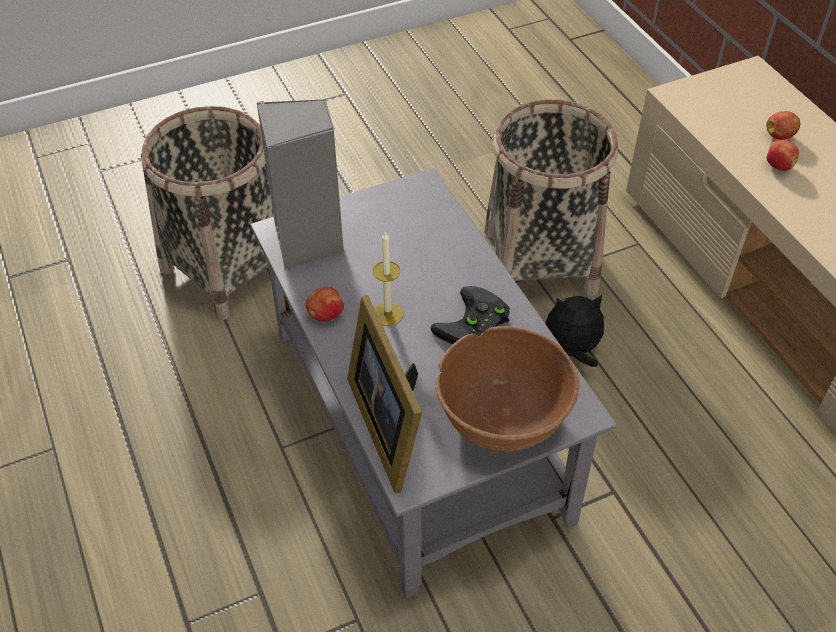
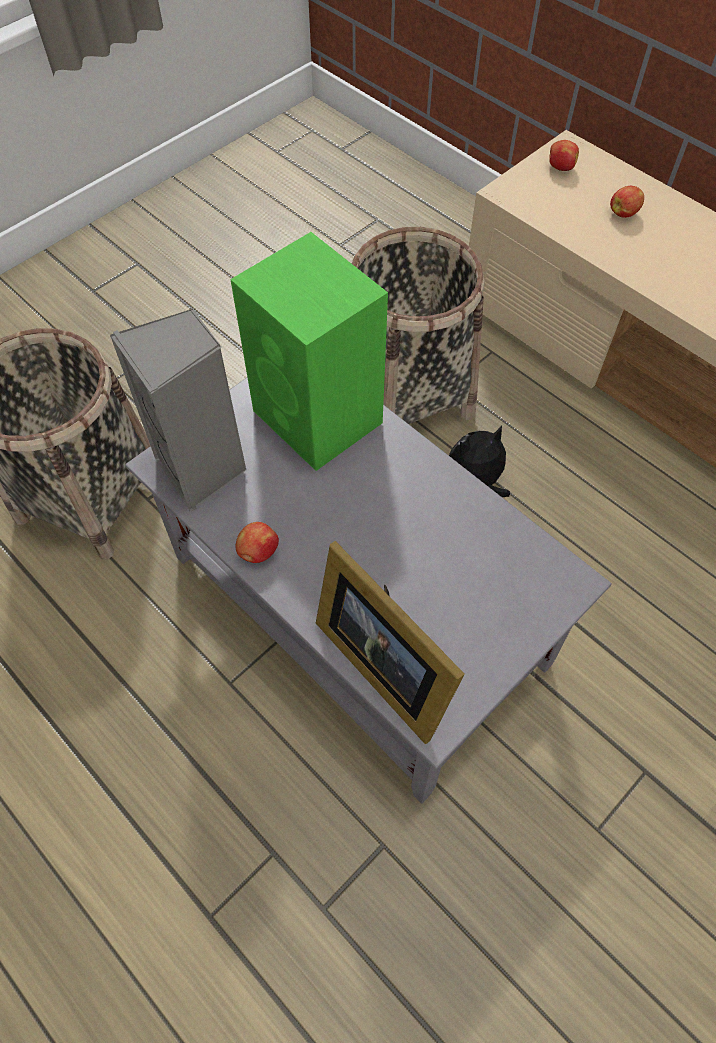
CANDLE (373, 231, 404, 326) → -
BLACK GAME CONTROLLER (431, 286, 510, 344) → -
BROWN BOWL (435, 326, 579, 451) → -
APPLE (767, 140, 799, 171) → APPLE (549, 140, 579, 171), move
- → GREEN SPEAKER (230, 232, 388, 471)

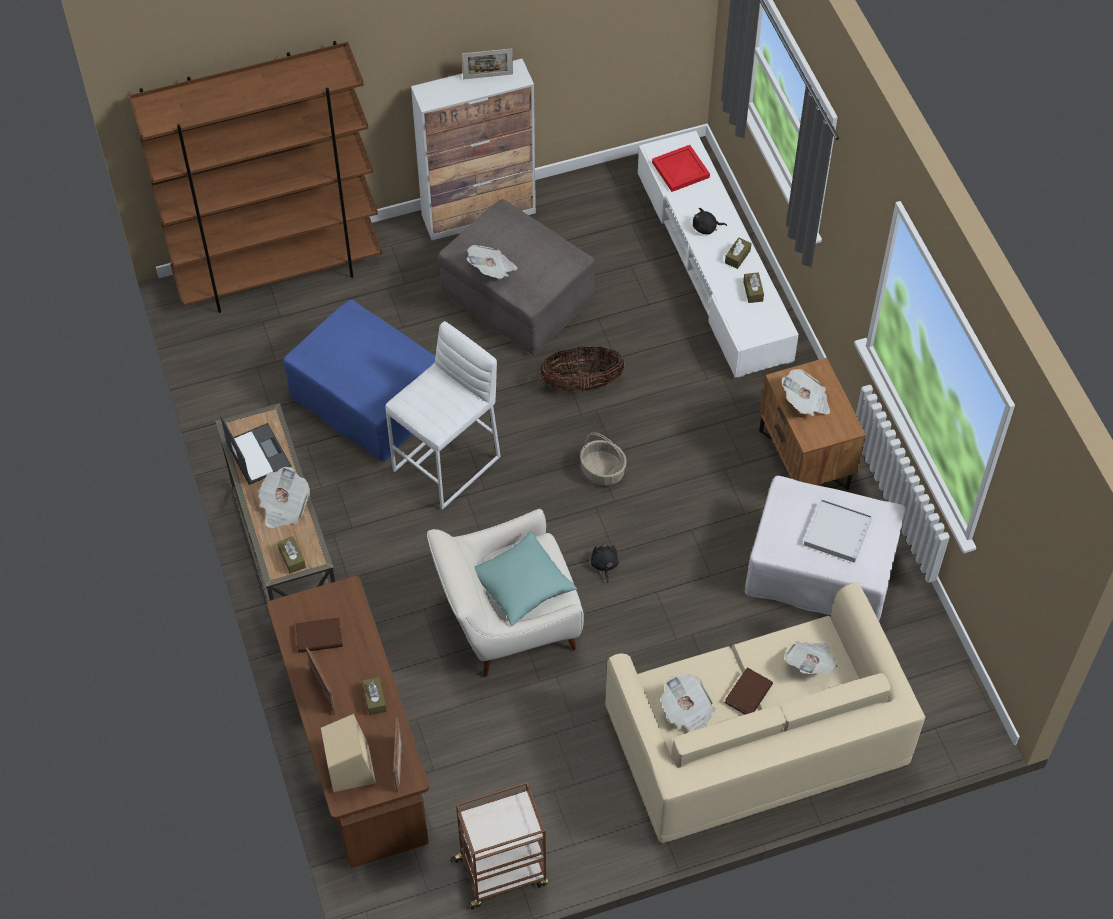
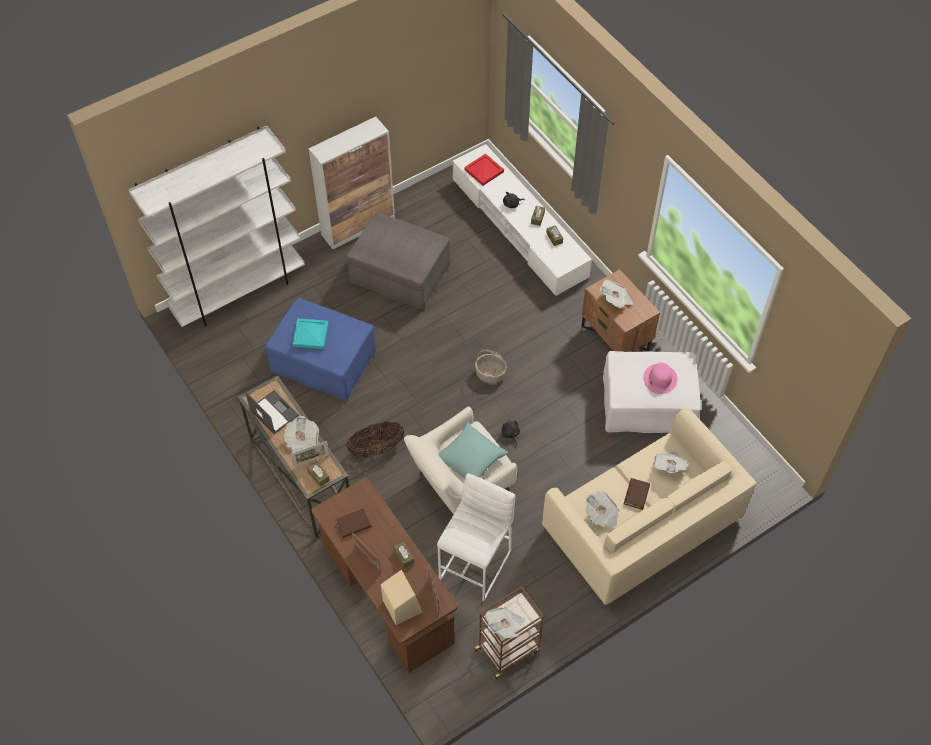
BROWN BOOKCASE (129, 41, 382, 313) → WHITE BOOKCASE (129, 125, 305, 327)
WHITE STOOL (385, 321, 501, 510) → WHITE STOOL (437, 473, 515, 601), move
PICTURE FRAME (462, 49, 513, 79) → PICTURE FRAME (291, 441, 329, 468), move
NEWSPAPER (466, 245, 518, 279) → NEWSPAPER (485, 607, 525, 638), move
BASKET (540, 346, 625, 391) → BASKET (346, 421, 405, 457), move
WHITE TRAY (804, 499, 872, 563) → PINK HAT (644, 363, 677, 394)
- → TURQUOISE TRAY (292, 318, 329, 349)

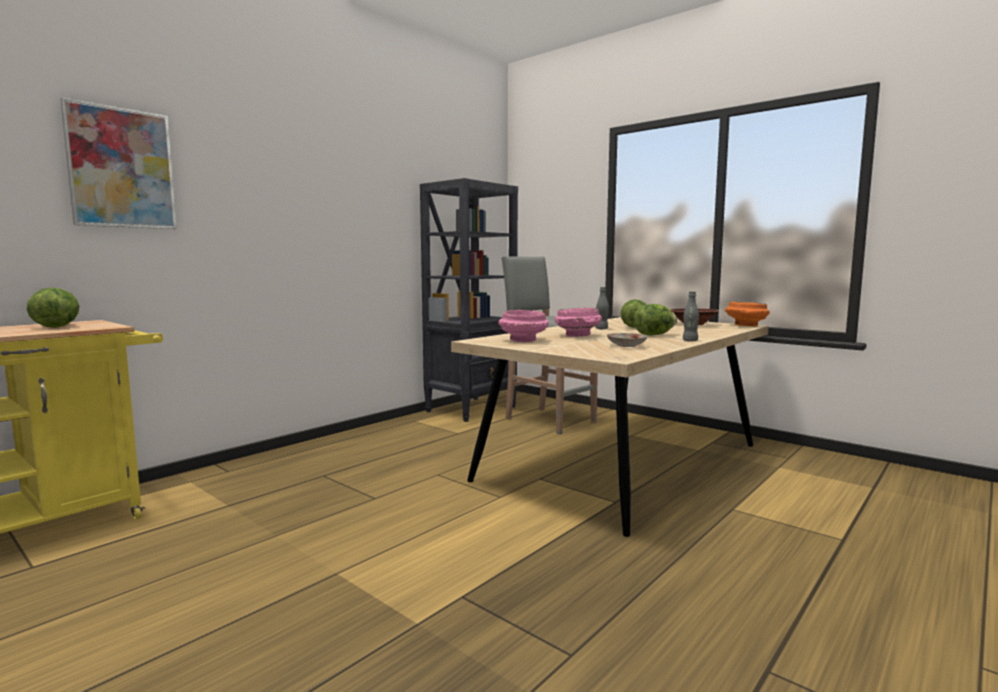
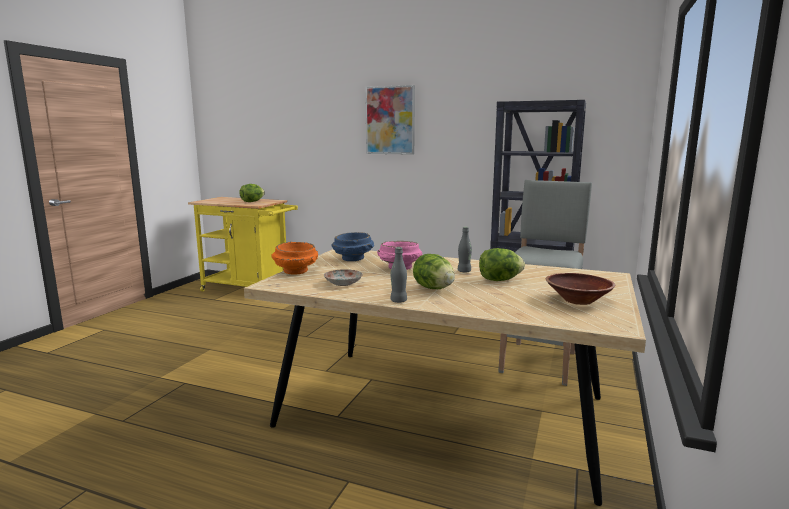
PICTURE (60, 98, 177, 229) → PICTURE (365, 85, 415, 155), move
PINK BOWL (498, 310, 549, 342) → BLUE BOWL (332, 232, 374, 261)
ORANGE BOWL (725, 301, 770, 326) → ORANGE BOWL (271, 242, 318, 274), move

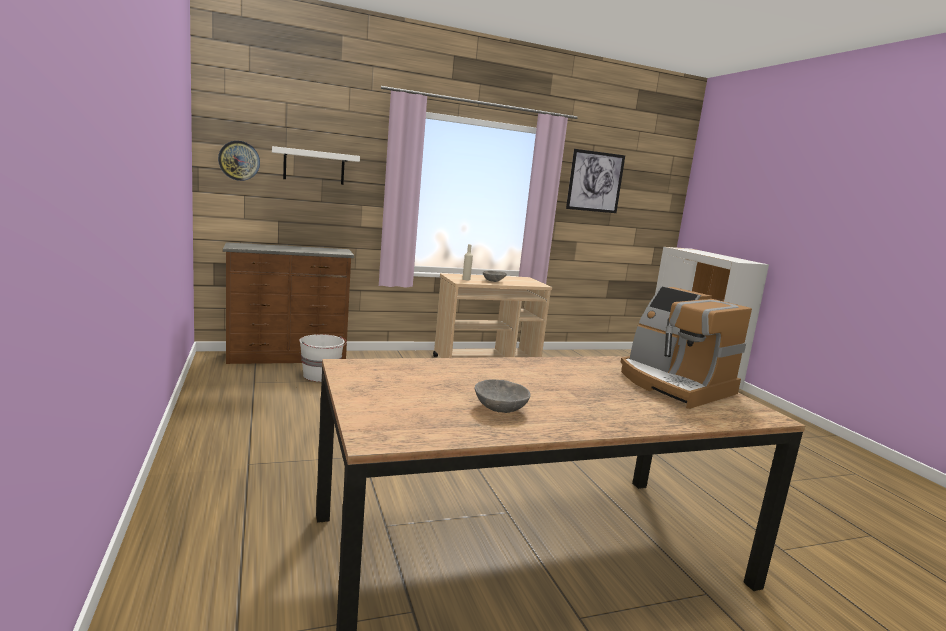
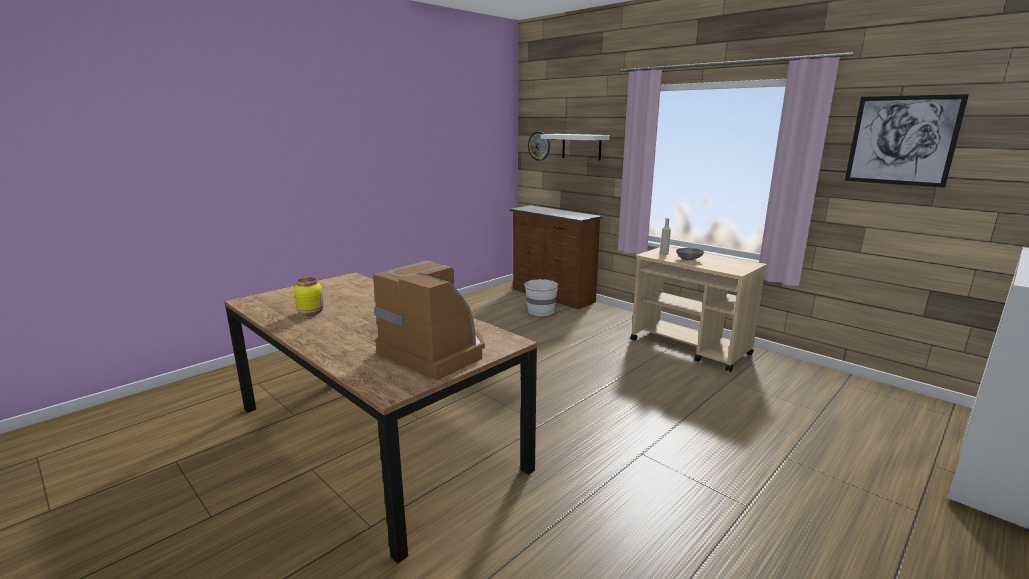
GREY BOWL (475, 379, 531, 413) → YELLOW JAR (294, 278, 324, 316)
COFFEE MACHINE (621, 286, 752, 409) → COFFEE MACHINE (373, 261, 485, 380), 105 degrees clockwise

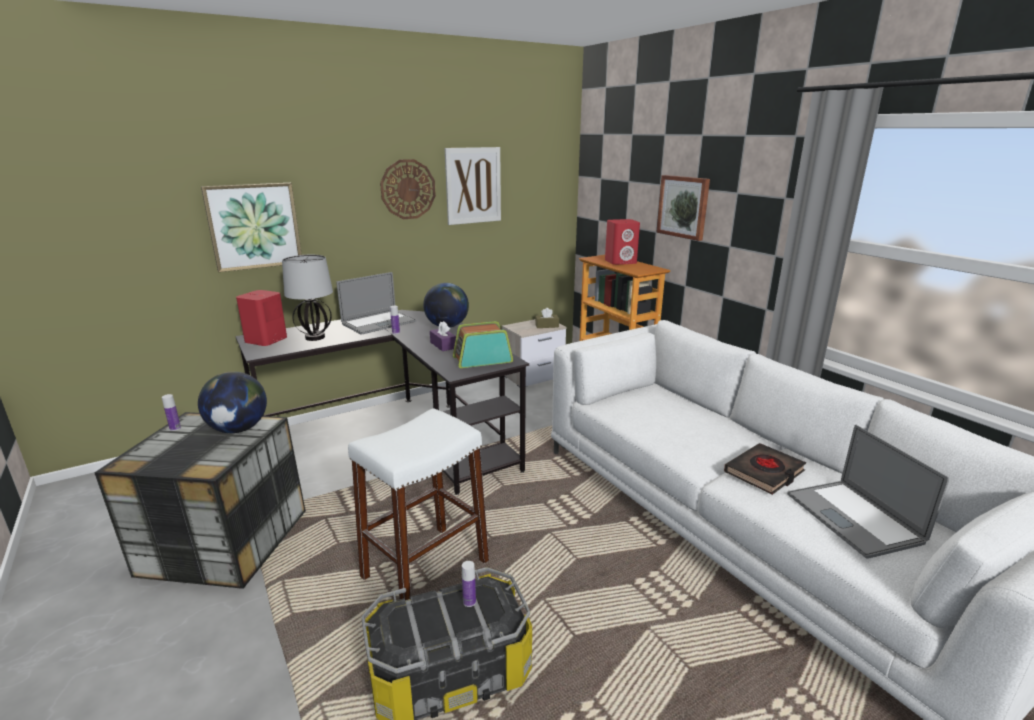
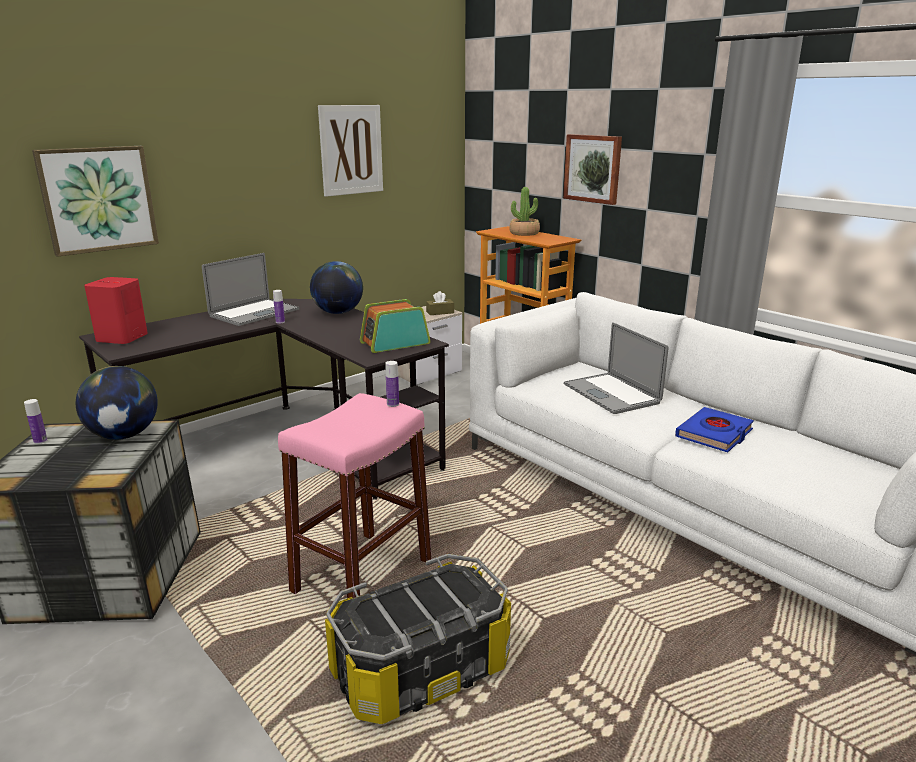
TABLE LAMP (282, 255, 333, 341) → -
WHITE STOOL (348, 408, 489, 600) → PINK STOOL (278, 393, 431, 598)
WALL CLOCK (380, 159, 436, 219) → -
PURPLE TISSUE BOX (430, 321, 456, 351) → -
BOTTLE (462, 561, 476, 607) → BOTTLE (386, 361, 399, 407), move
RED SPEAKER (605, 219, 640, 265) → POTTED PLANT (509, 187, 540, 236)
BLACK BOOK (724, 443, 806, 495) → BLUE BOOK (675, 407, 754, 452)
LAPTOP (787, 425, 949, 559) → LAPTOP (564, 322, 668, 414), move

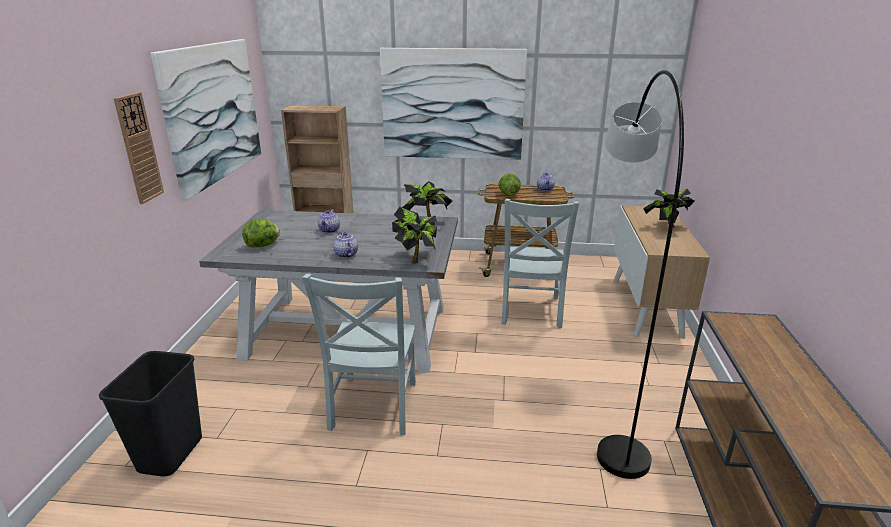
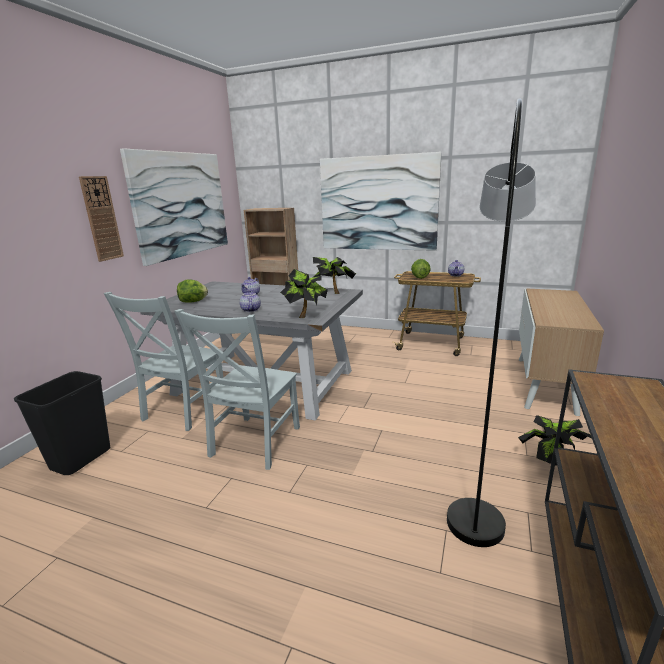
GREY CHAIR (502, 199, 579, 328) → GREY CHAIR (104, 292, 224, 431), move
POTTED PLANT (643, 189, 695, 228) → POTTED PLANT (518, 415, 592, 466), move

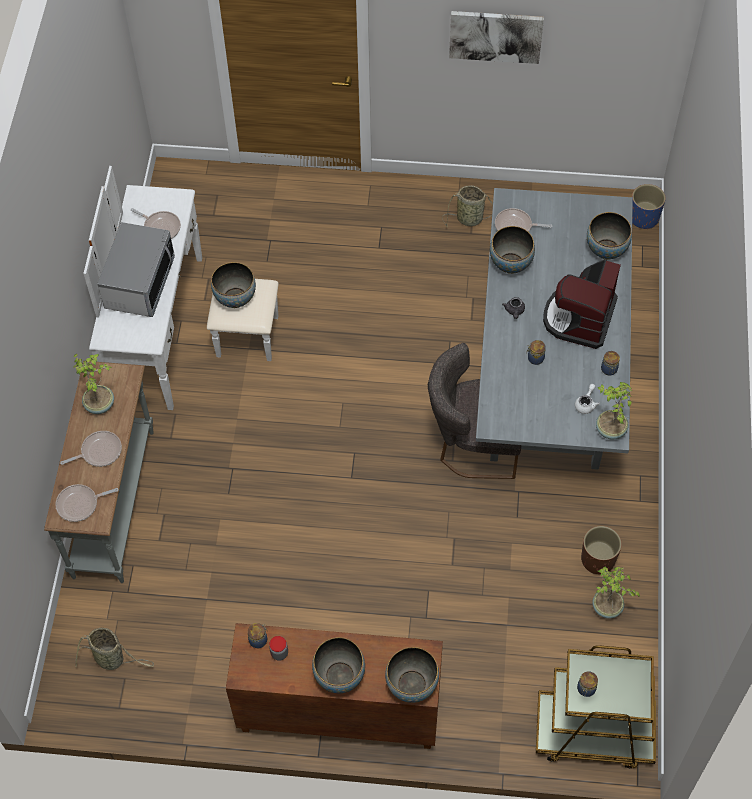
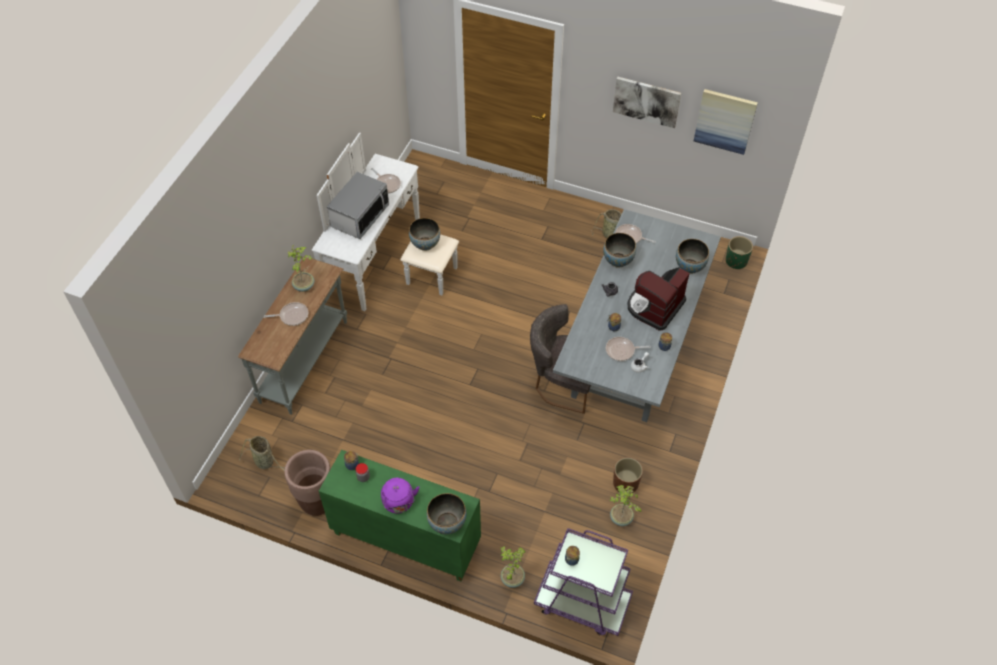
FRYING PAN (55, 484, 118, 522) → FRYING PAN (606, 337, 651, 361), move
BROWN CABINET (226, 623, 443, 749) → GREEN CABINET (319, 450, 481, 581)
BOWL (312, 637, 365, 693) → PURPLE KETTLE (381, 478, 419, 514)
BROWN CART (536, 645, 656, 769) → PURPLE CART (534, 528, 633, 636)
POTTED PLANT (596, 382, 632, 440) → POTTED PLANT (500, 546, 525, 588), move
BLUE PLANTER (632, 184, 666, 229) → GREEN PLANTER (726, 236, 753, 270)
- → BROWN PLANTER (285, 450, 331, 516)
- → PICTURE (694, 89, 758, 155)

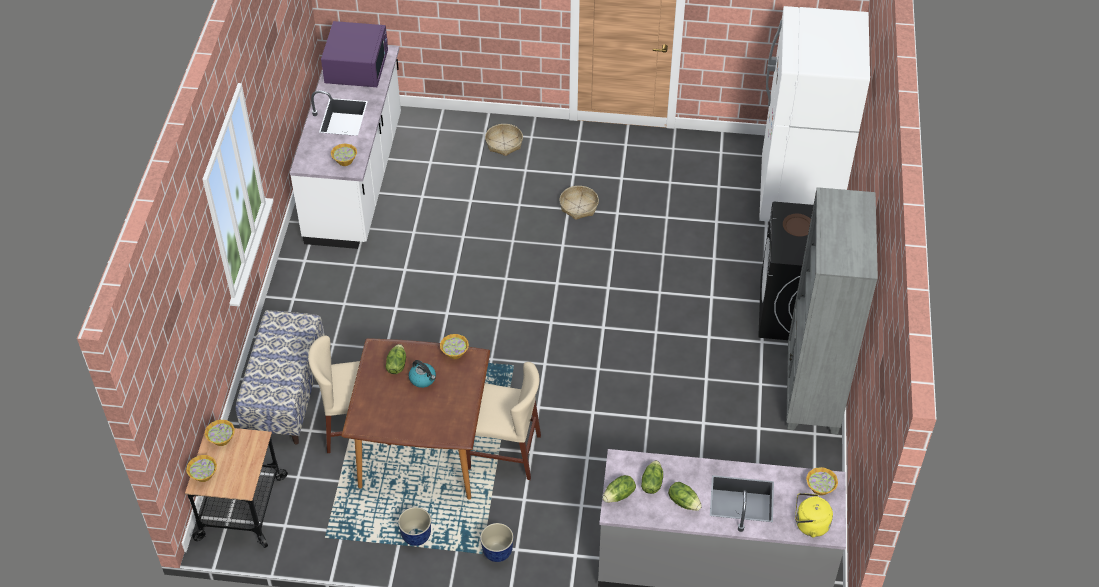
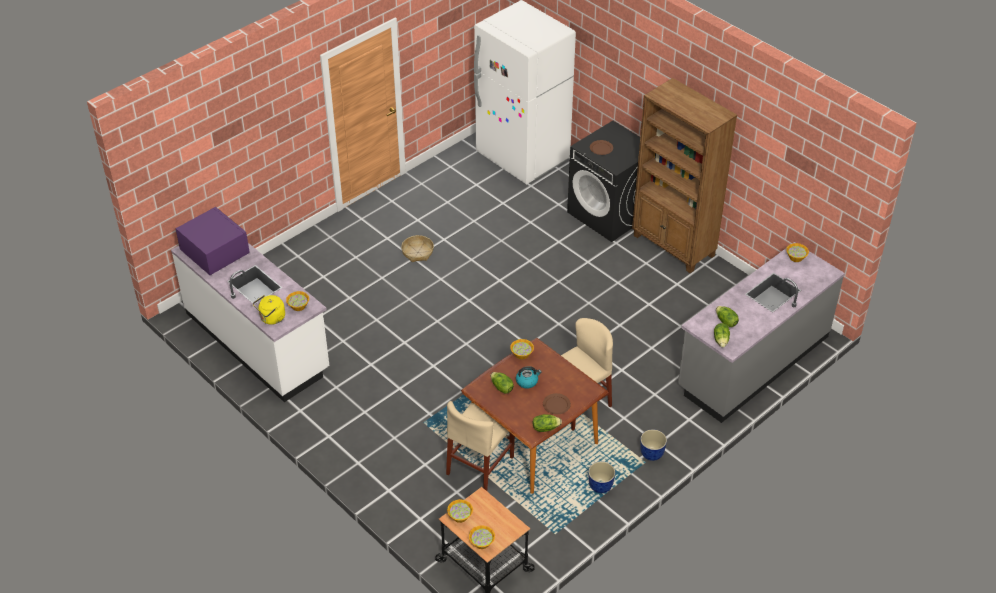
BENCH (236, 310, 325, 444) → -
BASKET (485, 124, 523, 156) → -
LETTUCE (668, 482, 702, 511) → LETTUCE (533, 414, 562, 432), move
GREY BOOKCASE (786, 187, 878, 434) → BROWN BOOKCASE (632, 78, 737, 273)
YELLOW KETTLE (795, 493, 833, 537) → YELLOW KETTLE (253, 295, 285, 325), move
- → BROWN PLATE (543, 393, 571, 414)

